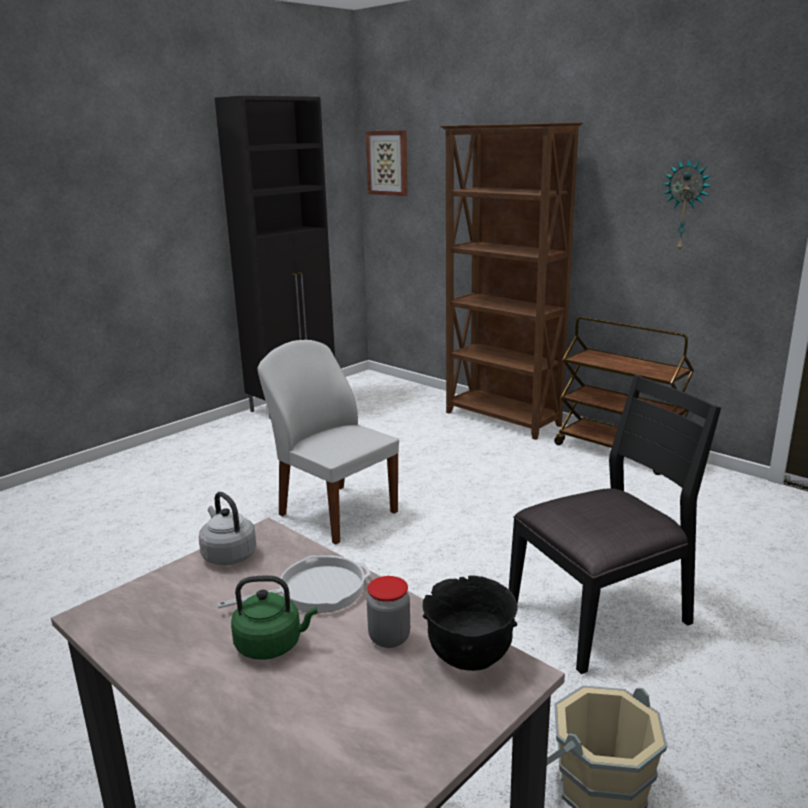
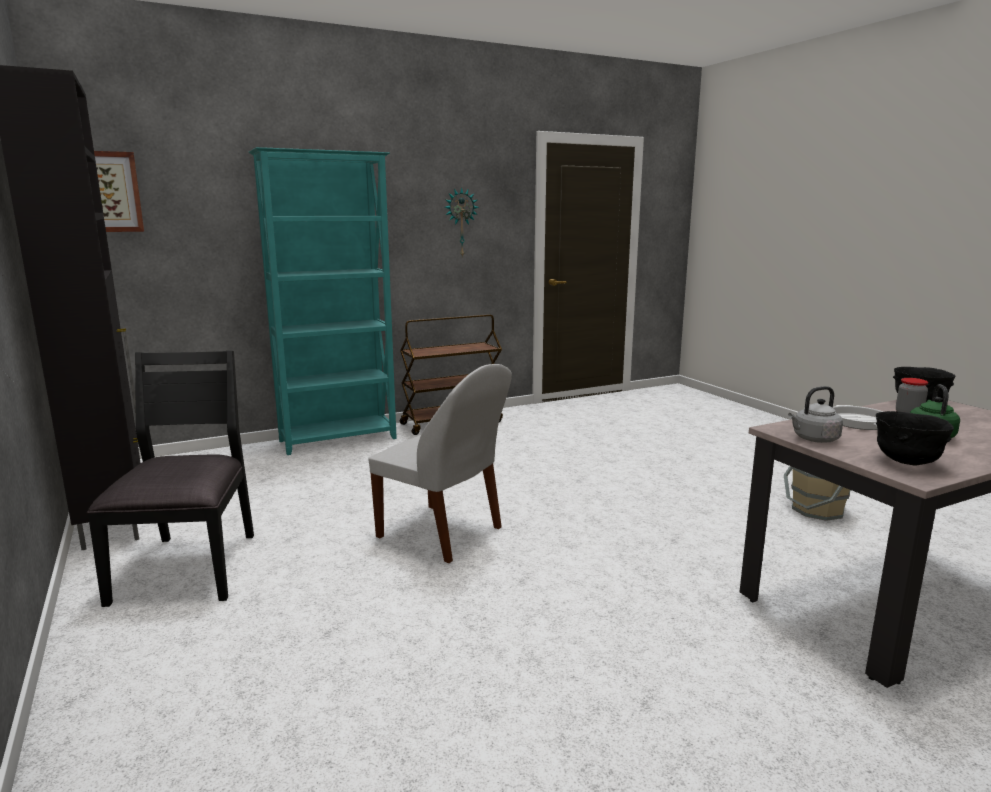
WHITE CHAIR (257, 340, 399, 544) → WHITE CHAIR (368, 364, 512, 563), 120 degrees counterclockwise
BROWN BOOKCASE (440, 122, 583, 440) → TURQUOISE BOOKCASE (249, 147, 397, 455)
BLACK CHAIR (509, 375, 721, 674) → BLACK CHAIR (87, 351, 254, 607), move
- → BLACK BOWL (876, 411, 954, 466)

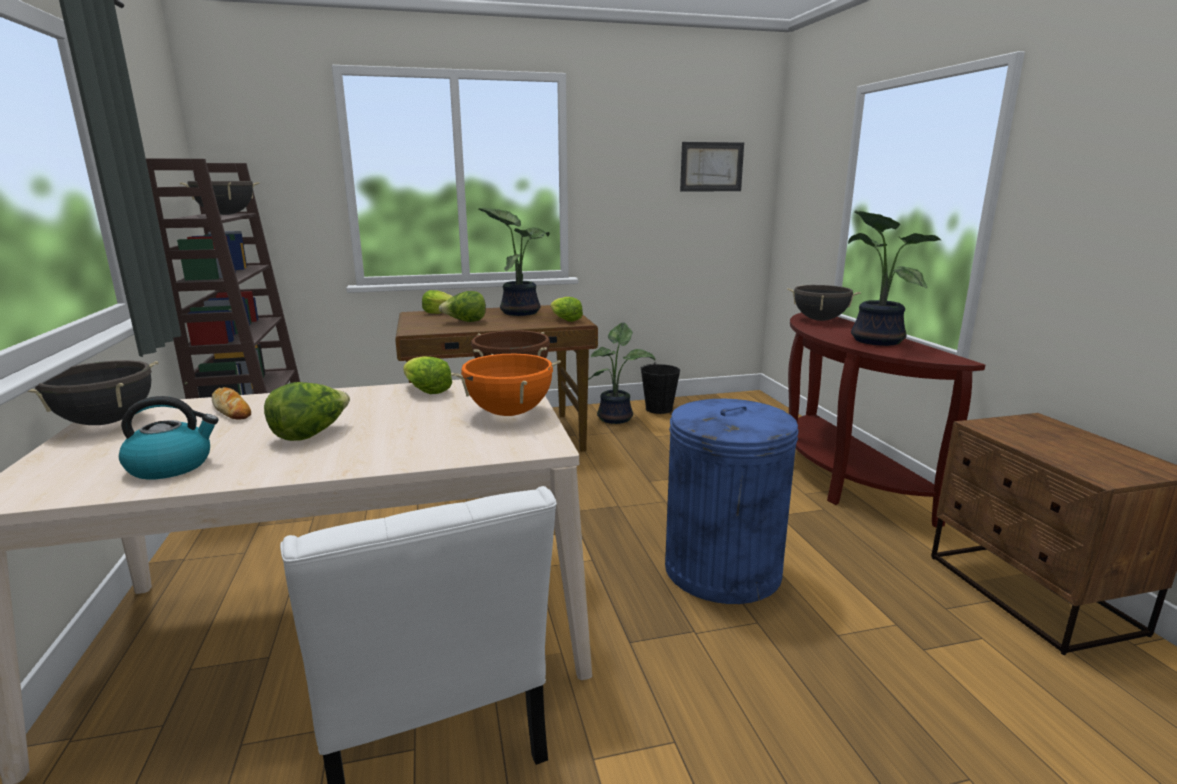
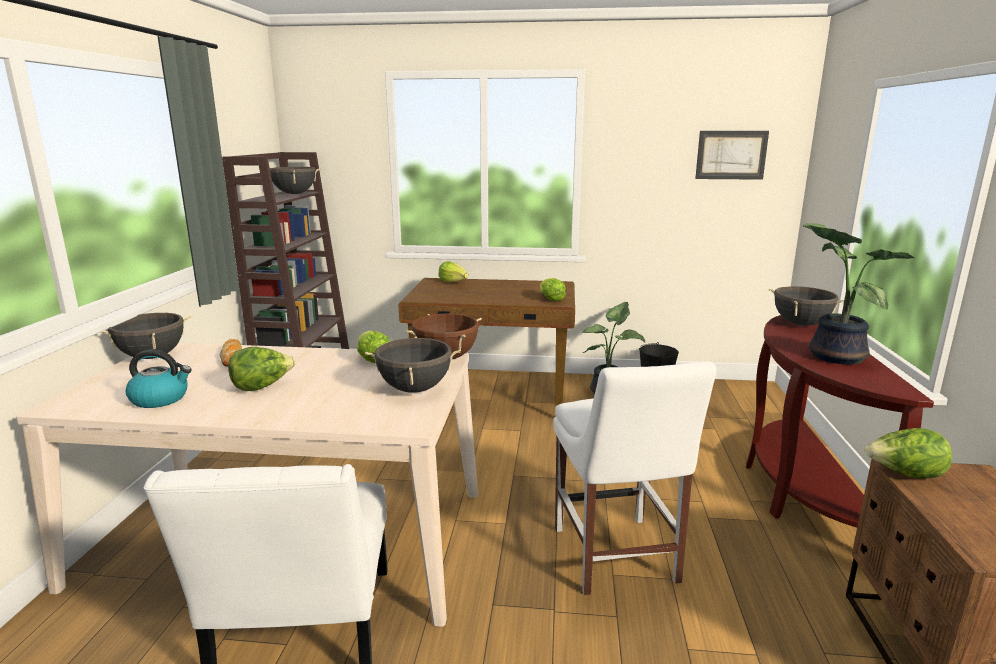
LETTUCE (439, 291, 486, 322) → LETTUCE (865, 428, 952, 478), move
ORANGE COOKING POT (451, 354, 561, 416) → BLACK COOKING POT (365, 336, 461, 393)
POTTED PLANT (478, 208, 550, 316) → -
BLUE TRASH CAN (665, 399, 799, 604) → WHITE CHAIR (553, 361, 716, 595)

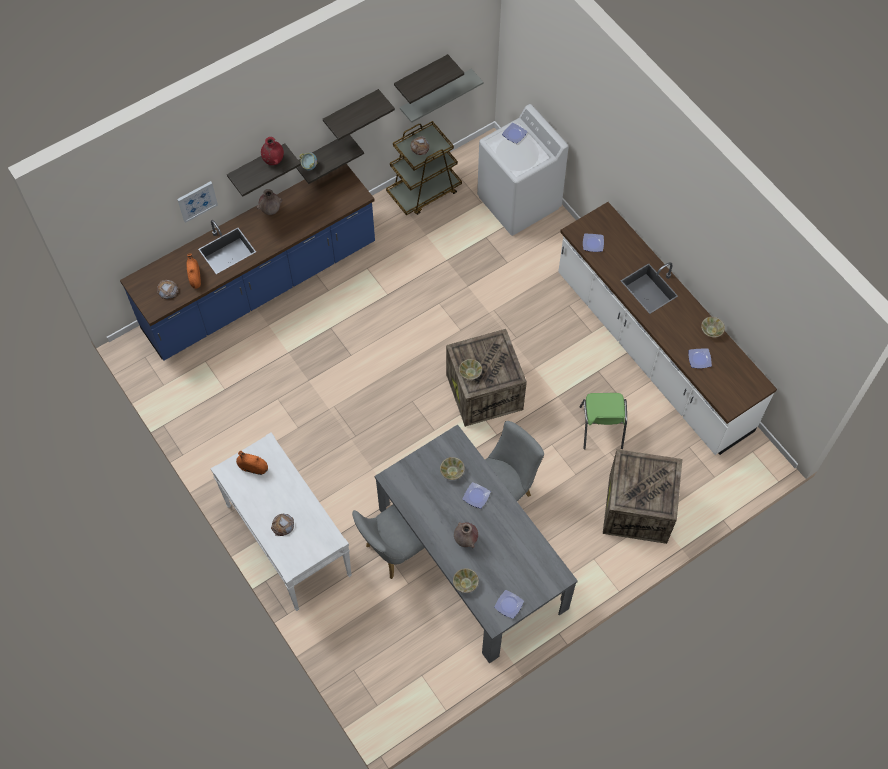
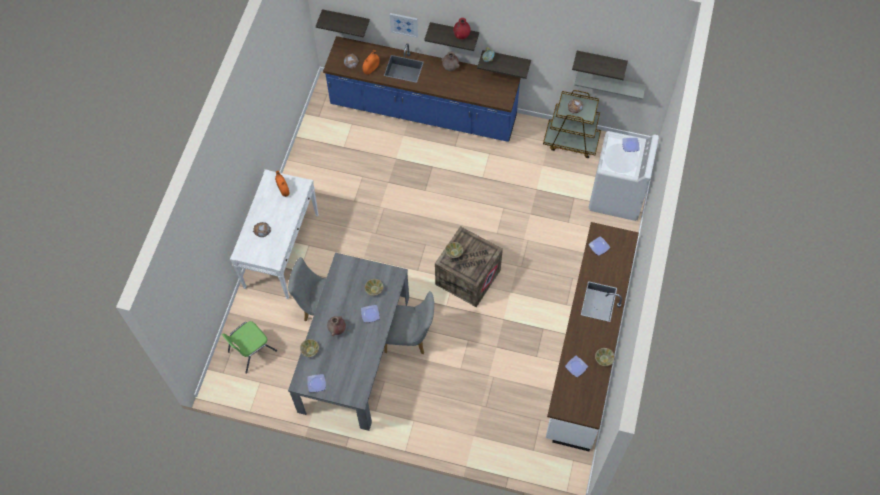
SHELF (323, 89, 395, 140) → SHELF (316, 9, 370, 37), move
GREEN CHAIR (580, 393, 627, 450) → GREEN CHAIR (222, 321, 277, 374), move
CRATE (603, 449, 682, 544) → -

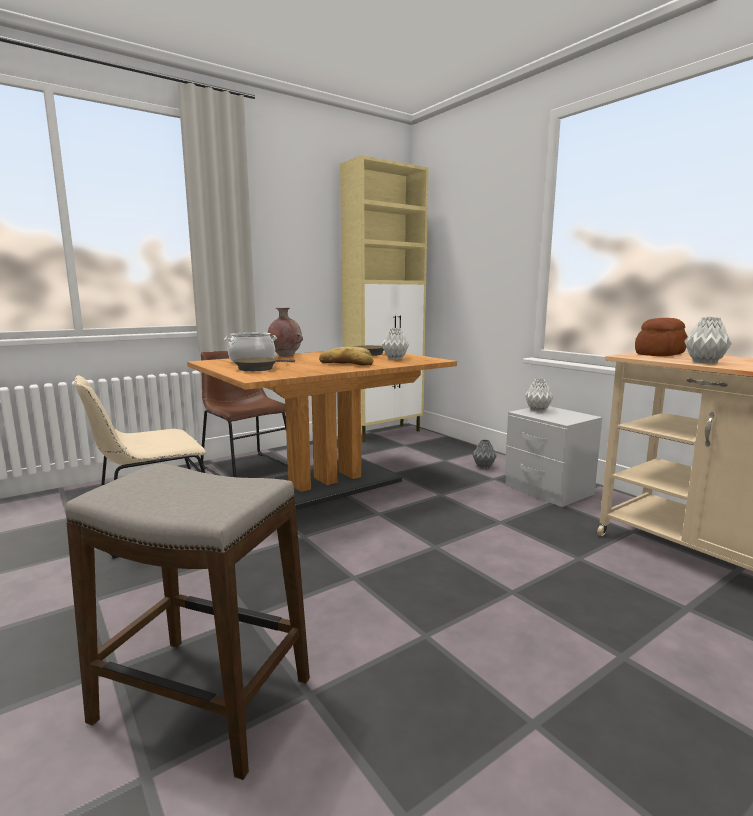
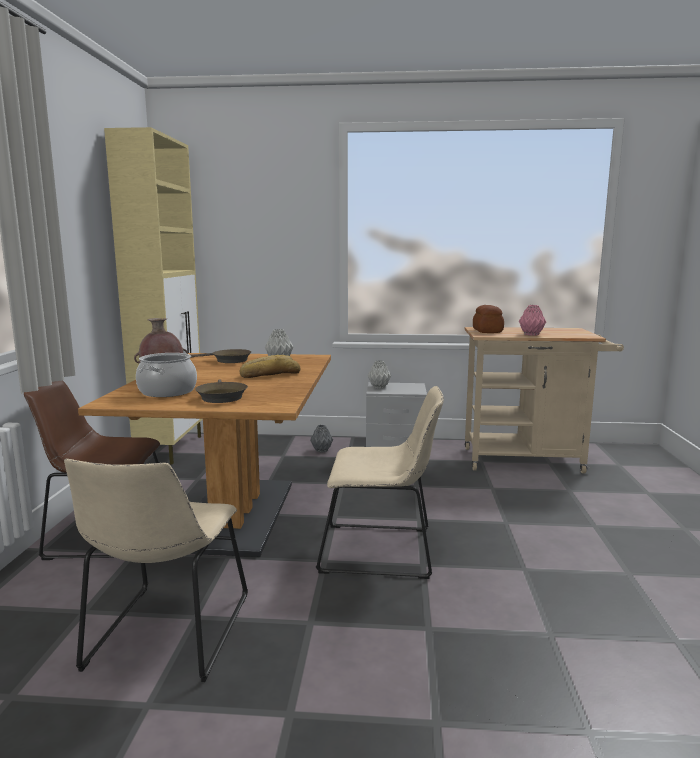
STOOL (66, 464, 310, 780) → -
GREY VASE (684, 317, 732, 364) → PINK VASE (519, 305, 546, 336)
- → BEIGE CHAIR (316, 386, 444, 579)

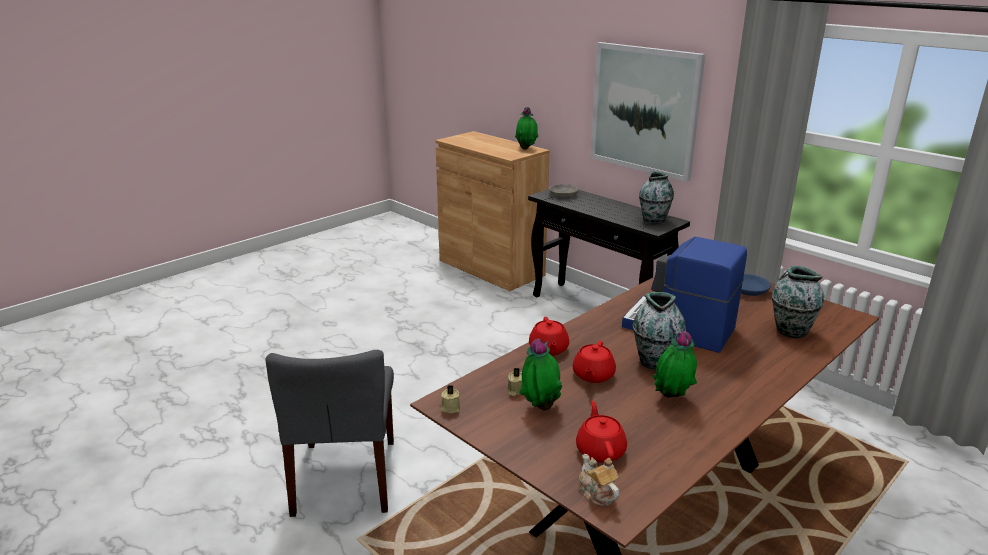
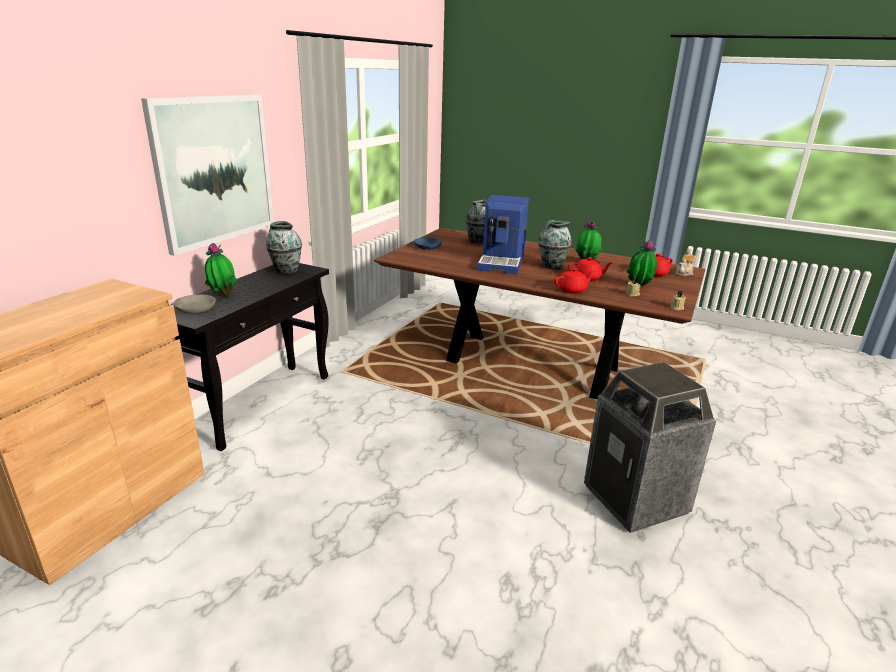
GREY CHAIR (265, 350, 394, 517) → TRASH CAN (584, 362, 716, 533)
POTTED PLANT (515, 107, 538, 150) → POTTED PLANT (205, 243, 237, 297), move

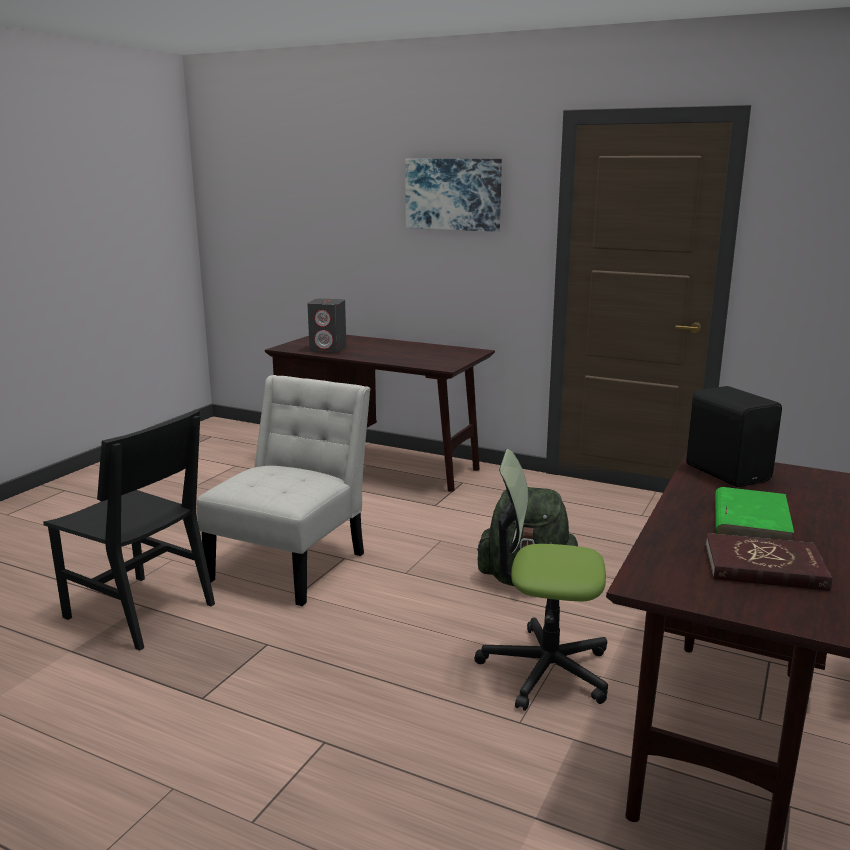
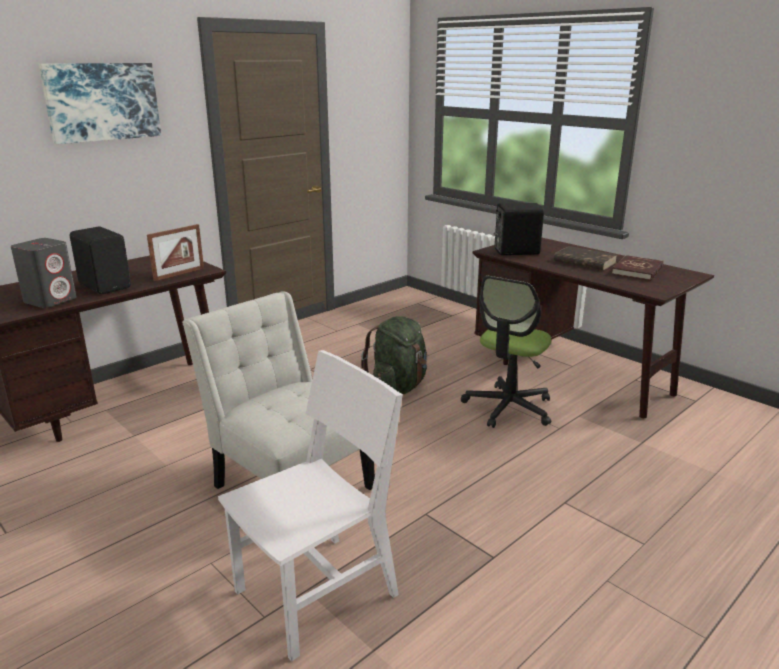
BLACK CHAIR (43, 409, 215, 651) → WHITE CHAIR (218, 350, 403, 661)
GREEN BOOK (715, 487, 794, 541) → BROWN BOOK (553, 246, 617, 270)
- → BLACK SPEAKER (70, 227, 131, 294)
- → PICTURE FRAME (147, 224, 204, 281)

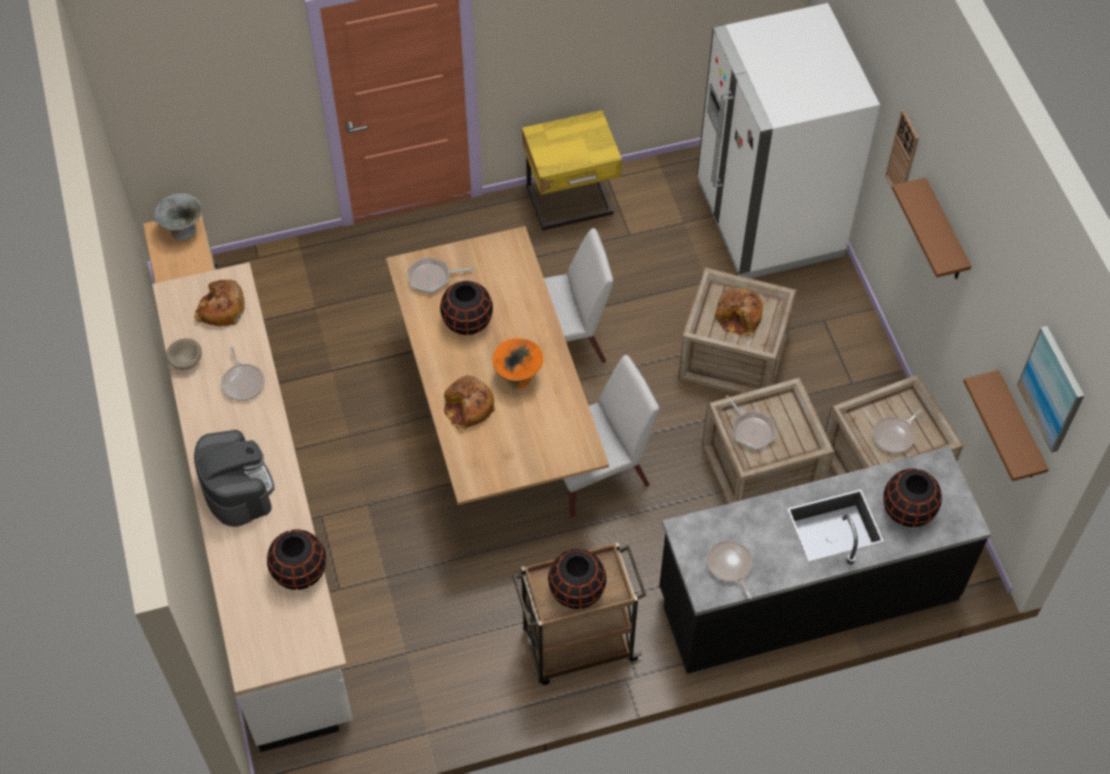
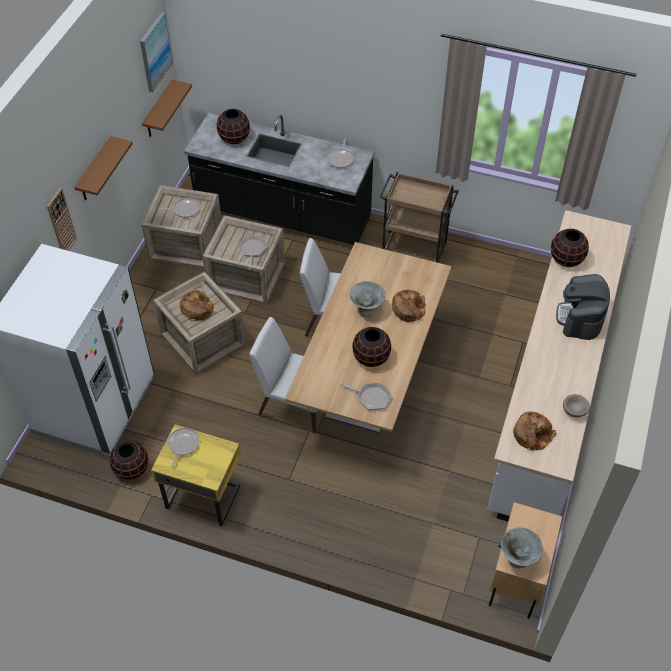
FRYING PAN (221, 347, 265, 401) → FRYING PAN (167, 428, 199, 468), move
ORANGE BOWL (493, 338, 543, 389) → GREY BOWL (349, 281, 385, 317)
BLACK VASE (548, 549, 607, 609) → BLACK VASE (110, 441, 148, 480), move

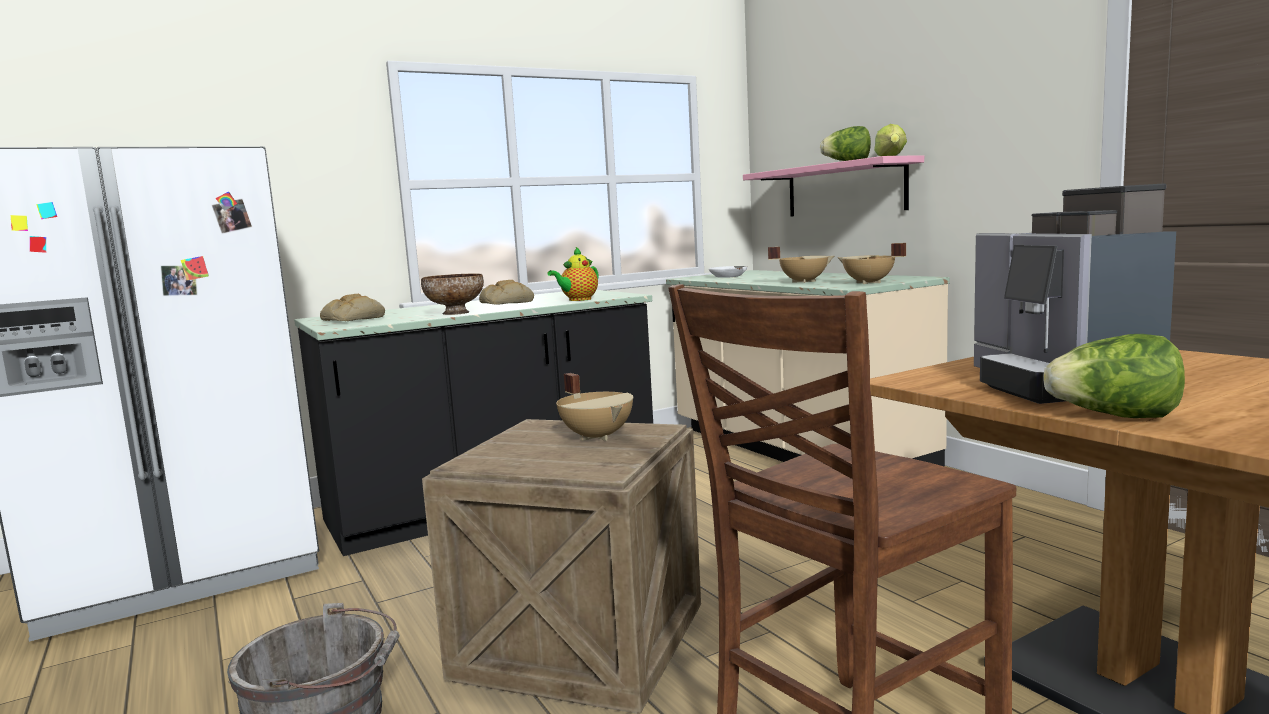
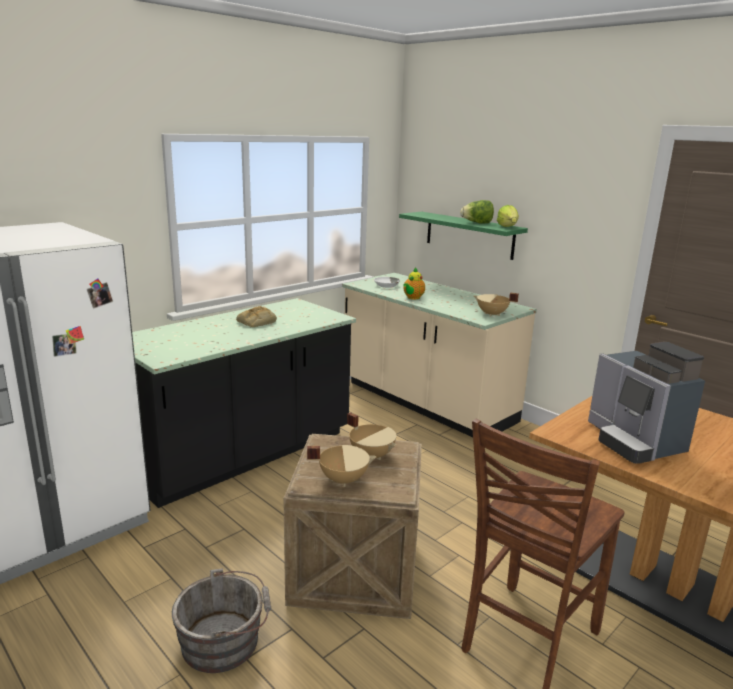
BREAD (320, 294, 385, 321) → -
BOWL (421, 274, 484, 315) → -
TEAPOT (547, 247, 598, 301) → TEAPOT (403, 267, 425, 299), move
PINK SHELF (743, 155, 924, 216) → GREEN SHELF (399, 212, 528, 260)
BEIGE COOKING POT (768, 247, 834, 283) → BEIGE COOKING POT (307, 445, 376, 487), move
LETTUCE (1043, 334, 1185, 418) → -

